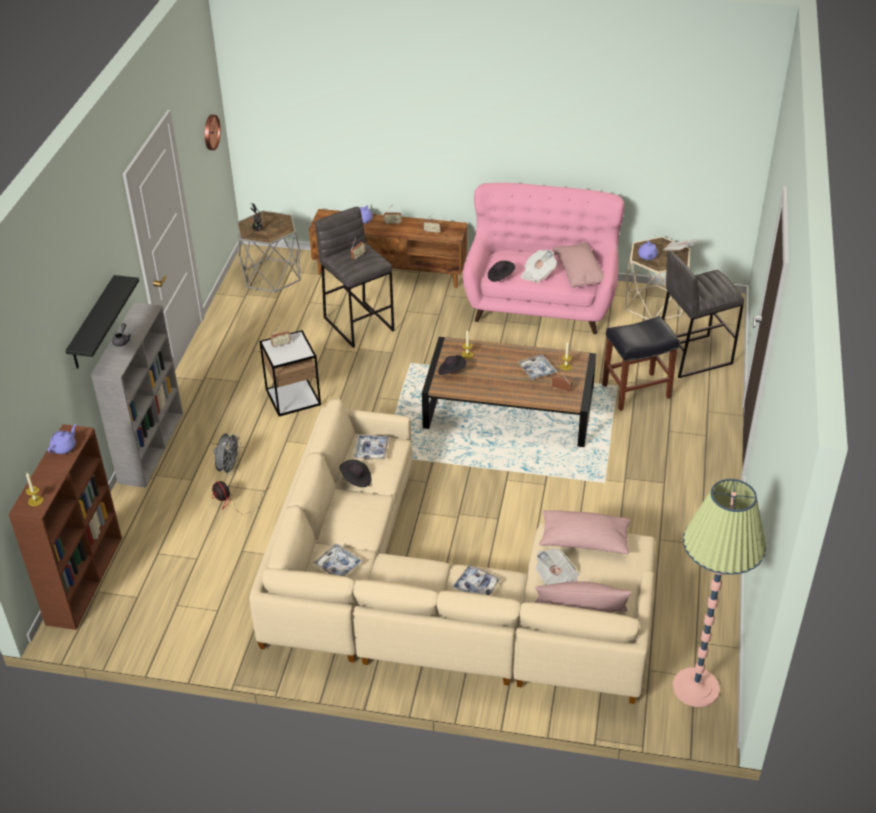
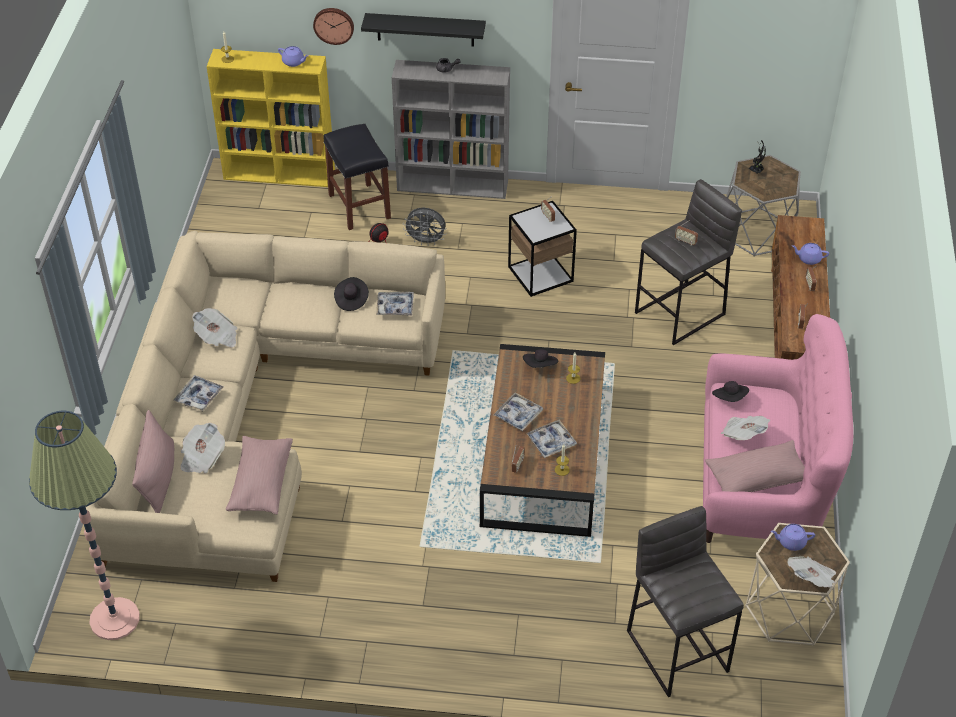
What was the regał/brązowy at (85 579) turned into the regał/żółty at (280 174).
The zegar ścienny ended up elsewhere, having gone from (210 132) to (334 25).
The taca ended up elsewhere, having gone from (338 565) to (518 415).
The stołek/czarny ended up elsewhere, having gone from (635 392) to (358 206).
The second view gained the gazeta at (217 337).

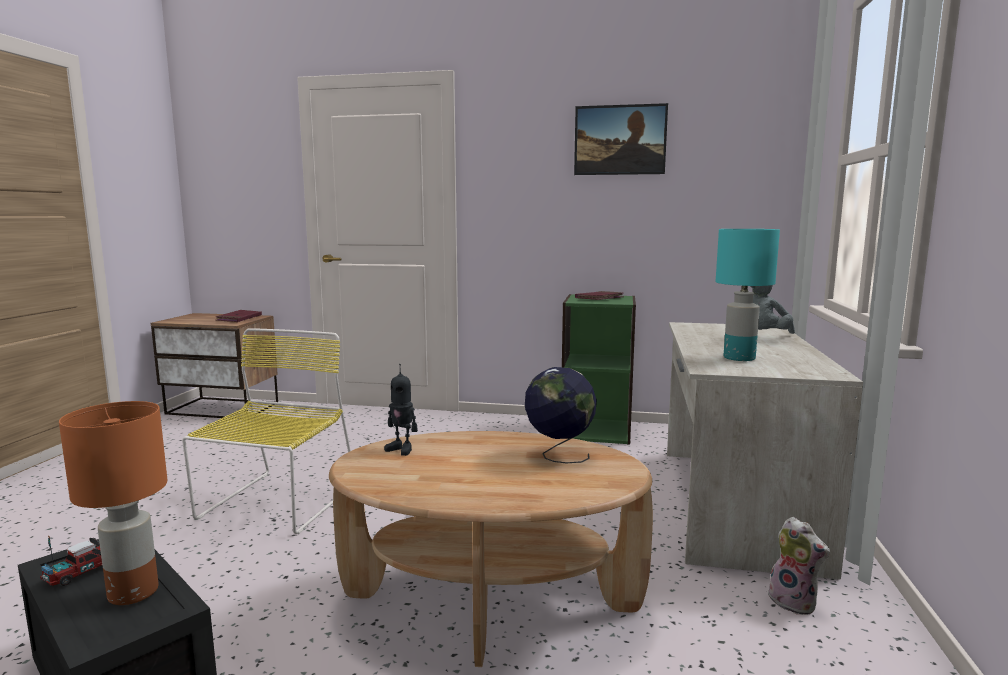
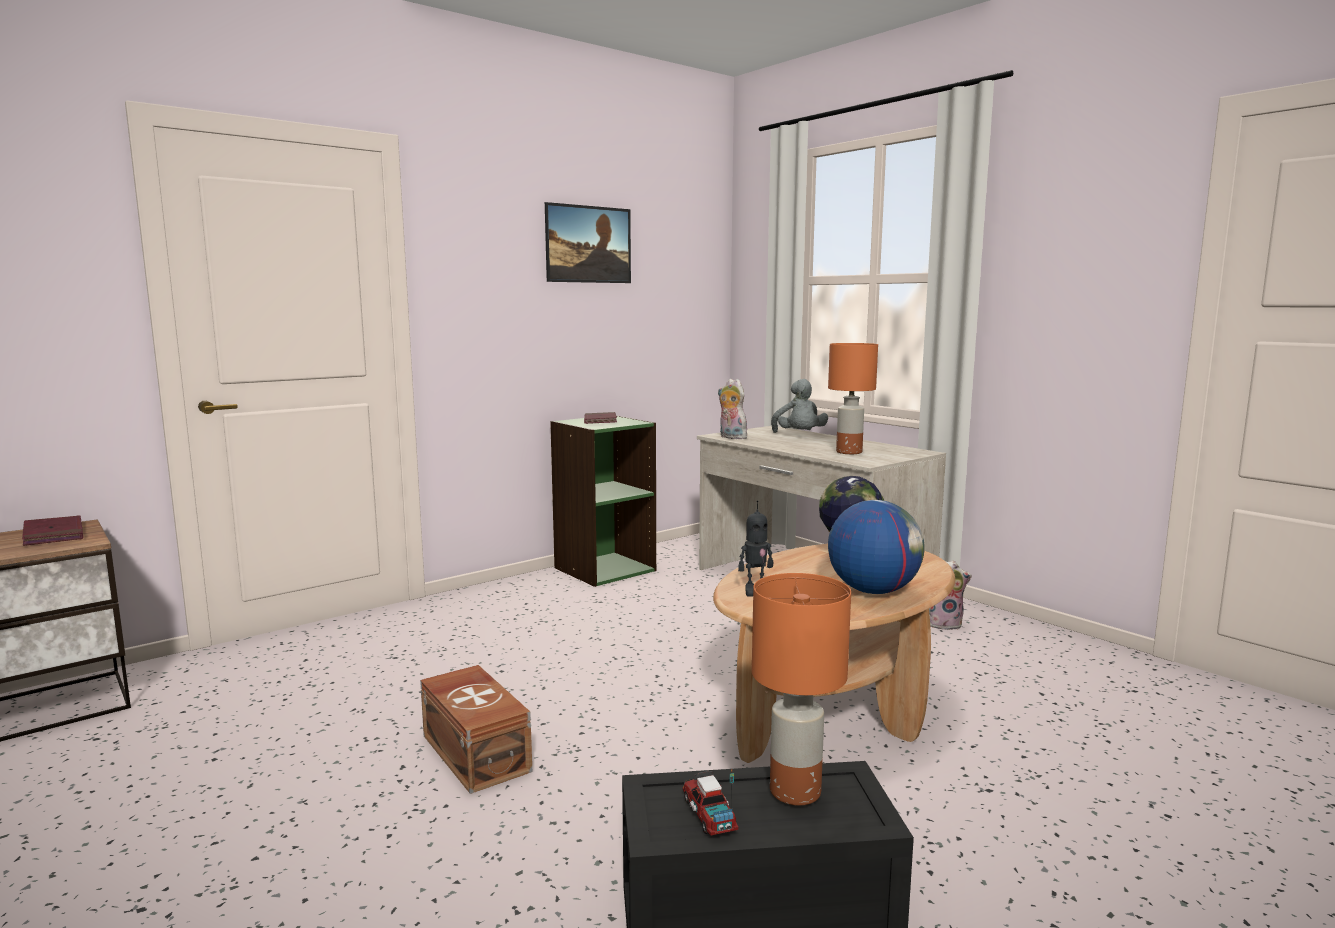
Where the krzesło/żółty stood at (276 503), the pojemnik do przechowywania/brązowy came to stand at (477 751).
What was the lampa stołowa/turkusowy at (739 358) turned into the lampa stołowa/pomarańczowy at (848 452).
The second view gained the pluszak at (731 437).
The second view gained the globus at (873 591).

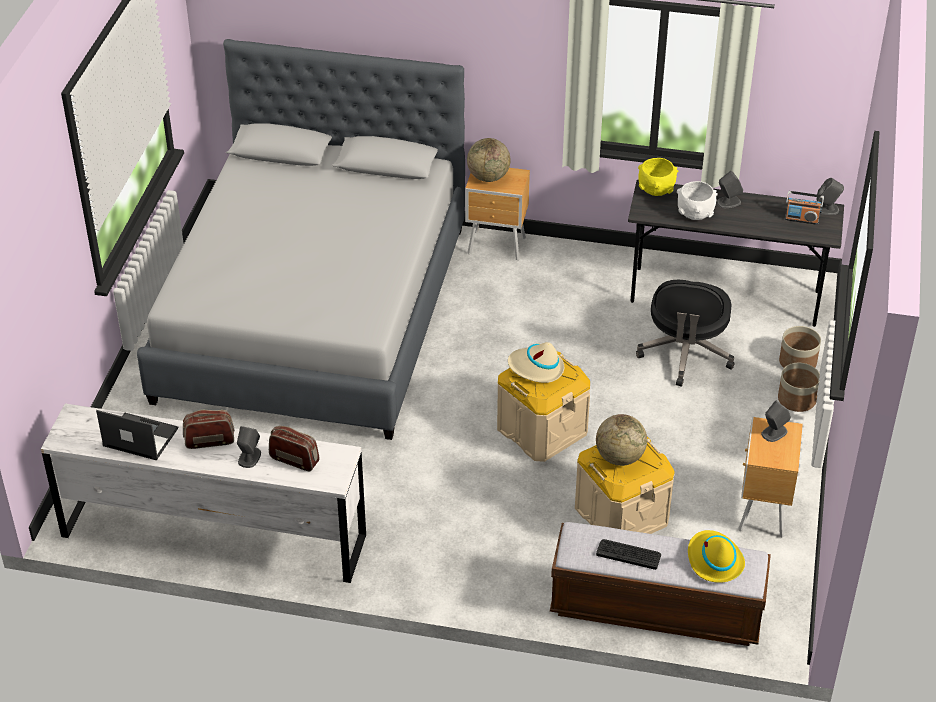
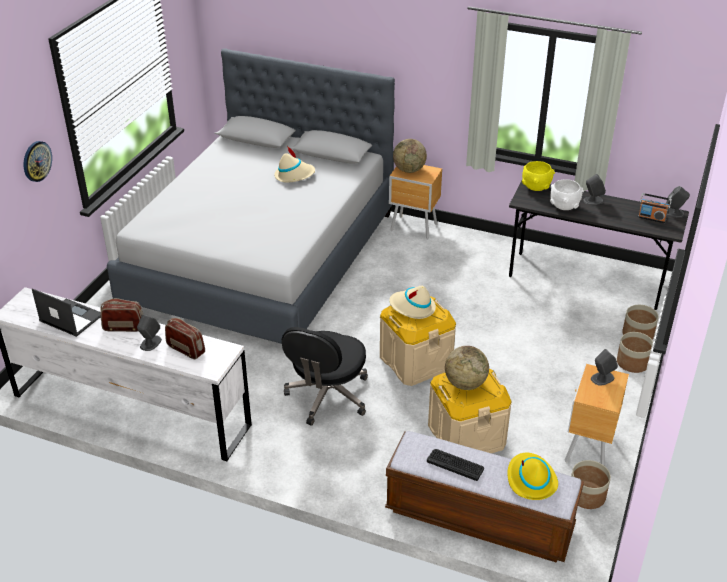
The krzesło biurowe/czarny ended up elsewhere, having gone from (685 354) to (327 397).
The second view gained the zegar ścienny at (36 161).
The second view gained the kapelusz/beżowy at (294 175).
The second view gained the donica at (587 496).

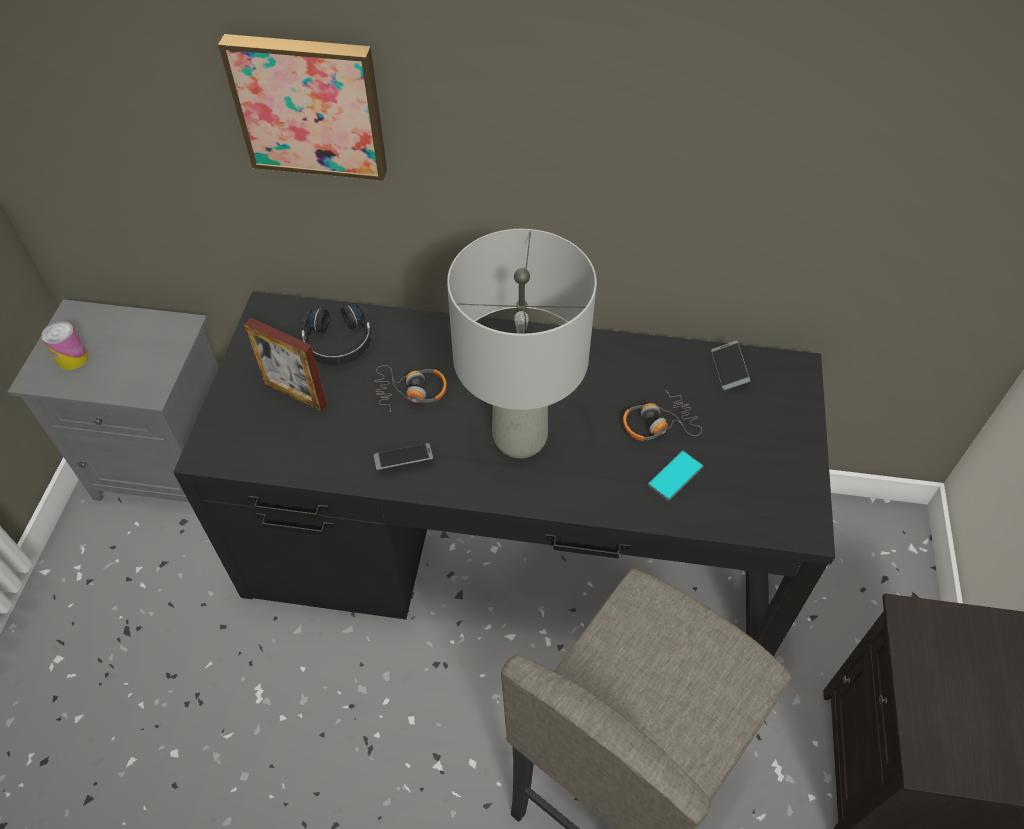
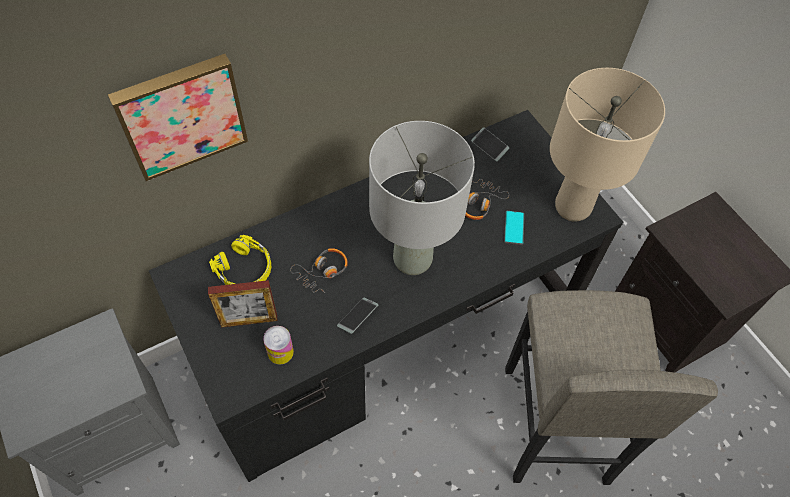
The puszka ended up elsewhere, having gone from (72 358) to (280 352).
What was the słuchawki/czarny at (338 343) turned into the słuchawki/żółty at (245 269).
The second view gained the lampa stołowa/beżowy at (572 207).

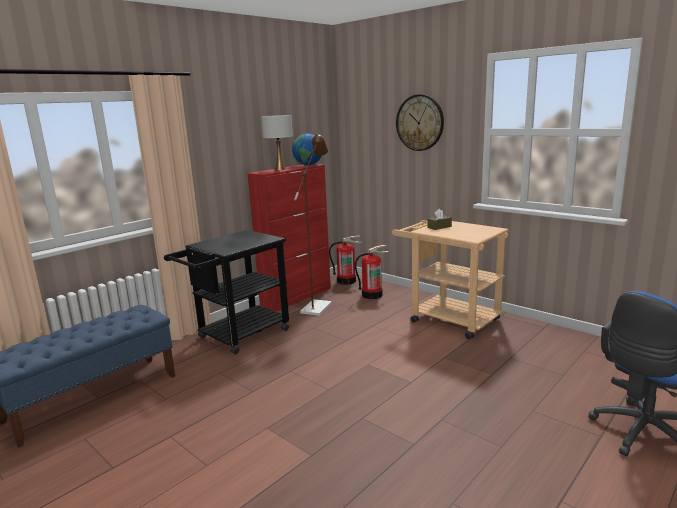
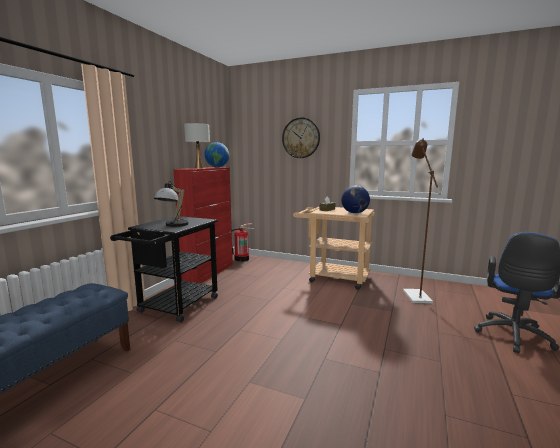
The lampa stojąca/brązowy ended up elsewhere, having gone from (318 306) to (414 294).
The second view lost the gaśnica at (372 295).
The second view gained the lampa stołowa at (173 226).
The second view gained the globus at (354 213).

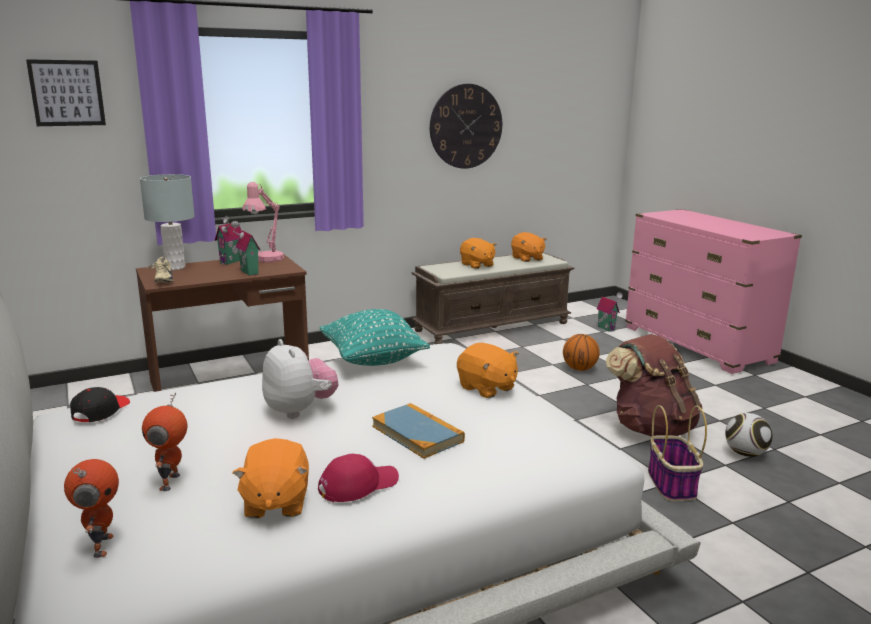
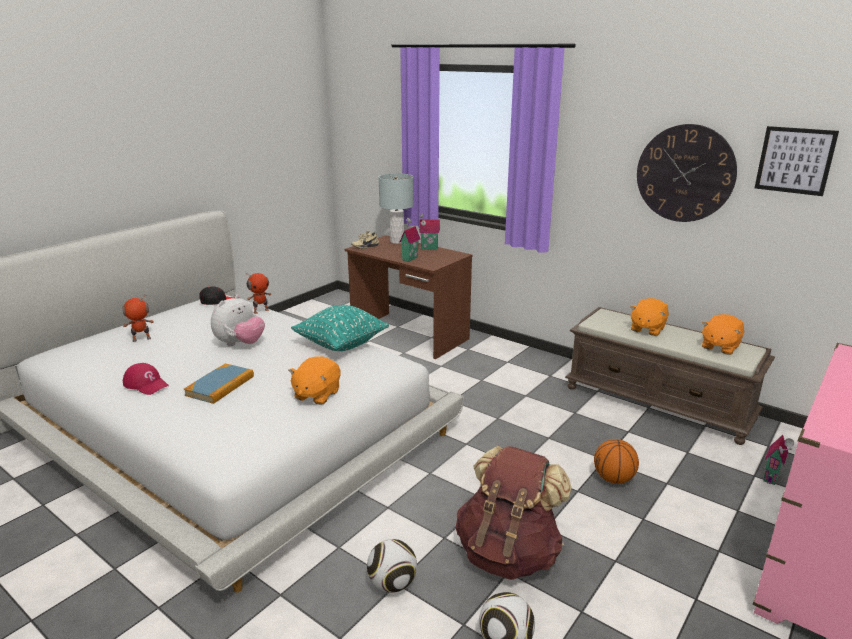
The obraz ended up elsewhere, having gone from (67 93) to (795 160).
The robot zabawkowy ended up elsewhere, having gone from (101 546) to (261 311).
The second view lost the pluszak/pomarańczowy at (275 503).
The second view lost the lampa stołowa/różowy at (266 260).
Where the koszyk stood at (672 484), the piłka futbolowa came to stand at (392 584).

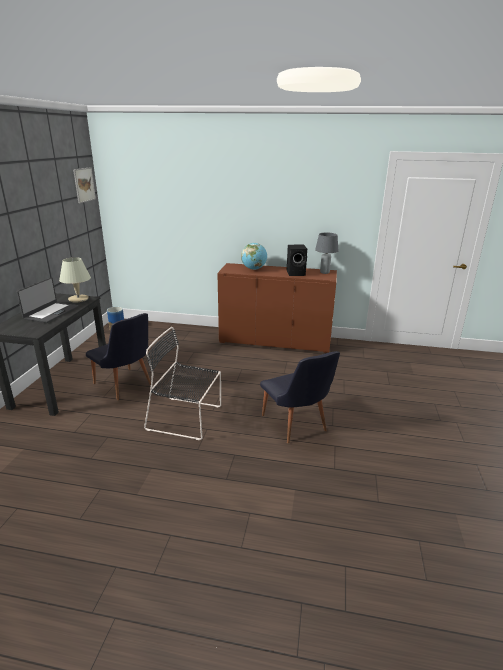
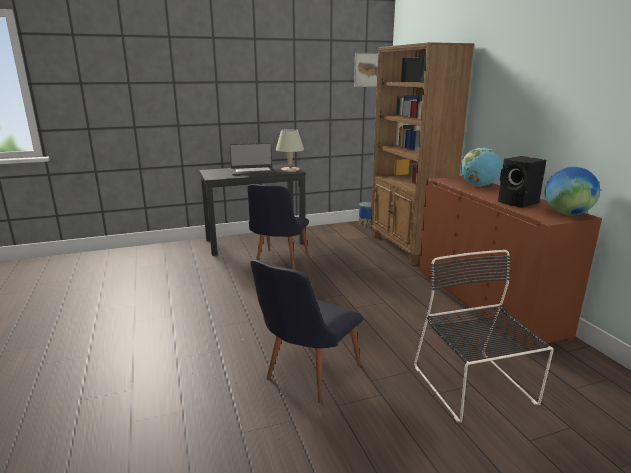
The krzesło/czarny ended up elsewhere, having gone from (187 418) to (475 387).
Where the lampa stołowa/szary stood at (325 272), the globus came to stand at (567 214).
The second view gained the regał/brązowy at (407 248).

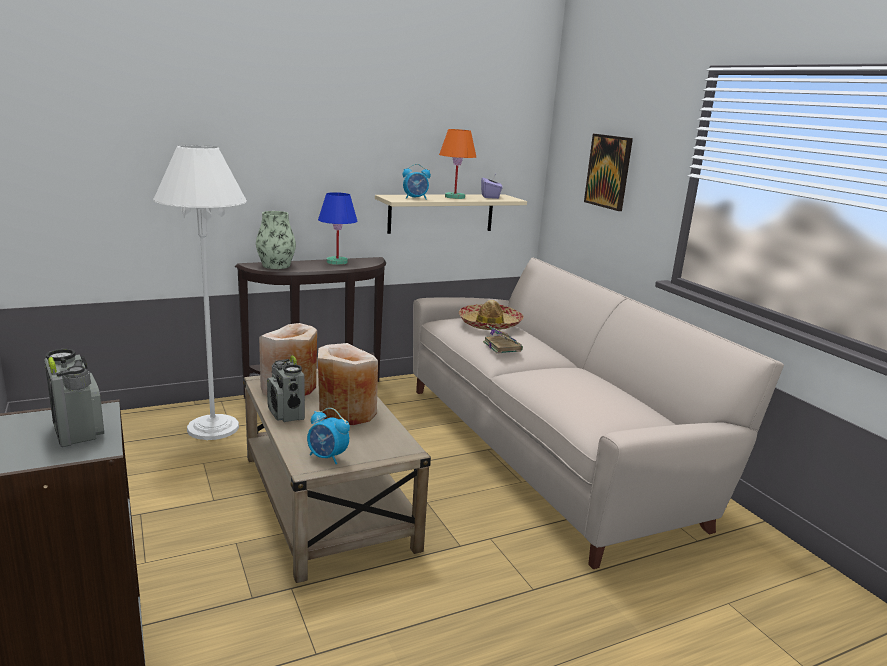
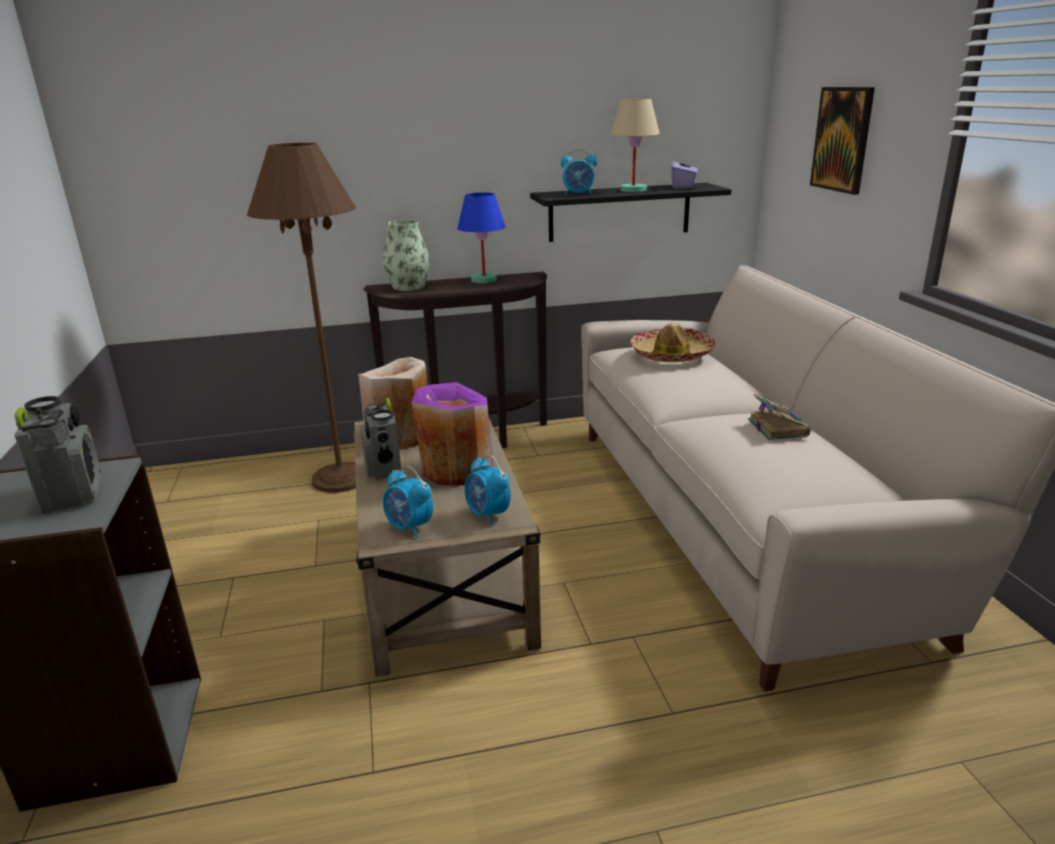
What was the lampa stojąca/biały at (213 428) turned into the lampa stojąca/brązowy at (341 478).
What was the wazon/beżowy at (347 412) turned into the wazon/fioletowy at (456 468).
What was the półka/beżowy at (441 213) turned into the półka/czarny at (619 212).
What was the lampa stołowa/pomarańczowy at (454 197) turned into the lampa stołowa/beżowy at (632 190).
The książka ended up elsewhere, having gone from (501 346) to (777 427).
The second view gained the budzik at (488 514).

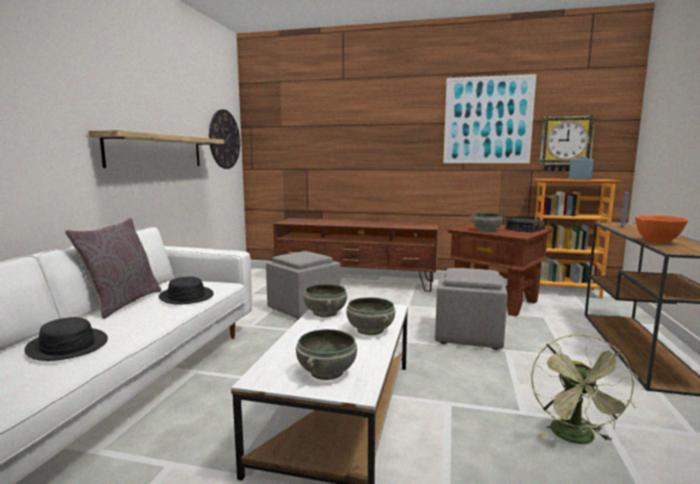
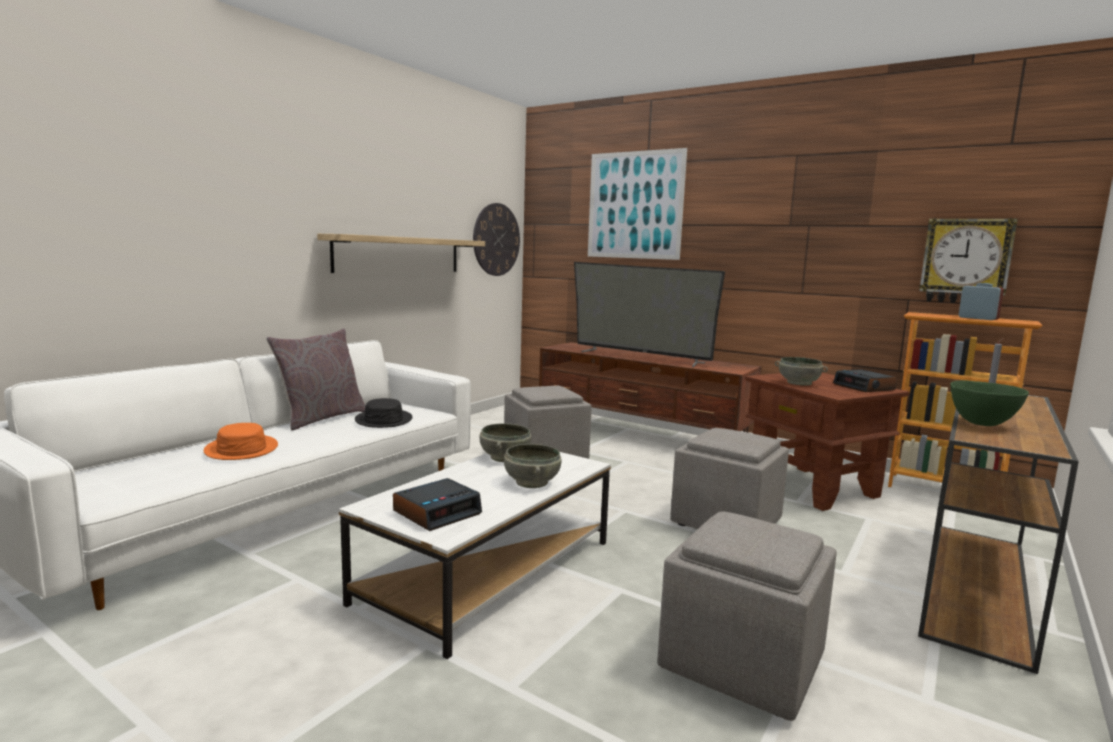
What was the kapelusz/czarny at (67 346) turned into the kapelusz/pomarańczowy at (241 449).
Where the miska/szary stood at (326 371), the budzik came to stand at (437 512).
The obraz ended up elsewhere, having gone from (487 120) to (634 205).
Where the wentylator/zielony stood at (576 438), the pufa/szary came to stand at (744 662).
What was the miska/pomarańczowy at (657 242) turned into the miska/zielony at (981 424).
The second view gained the telewizor at (640 357).

